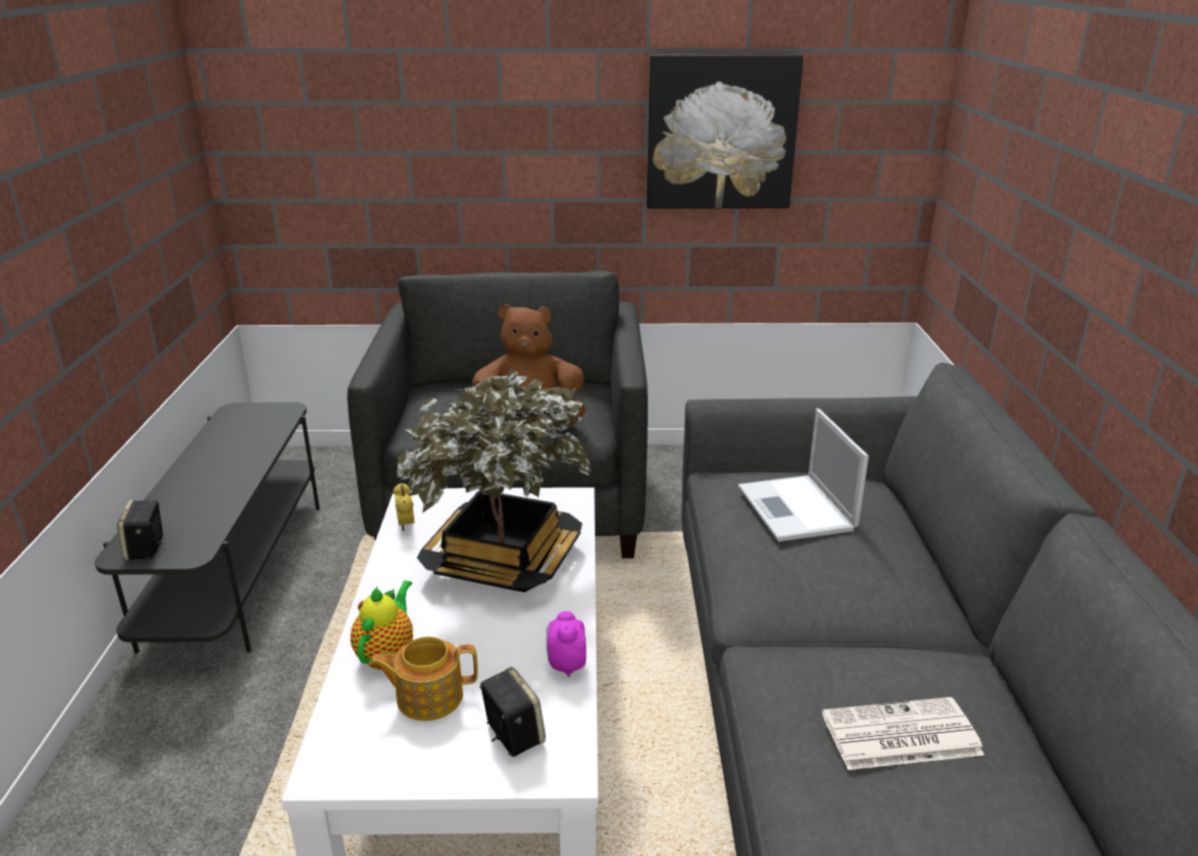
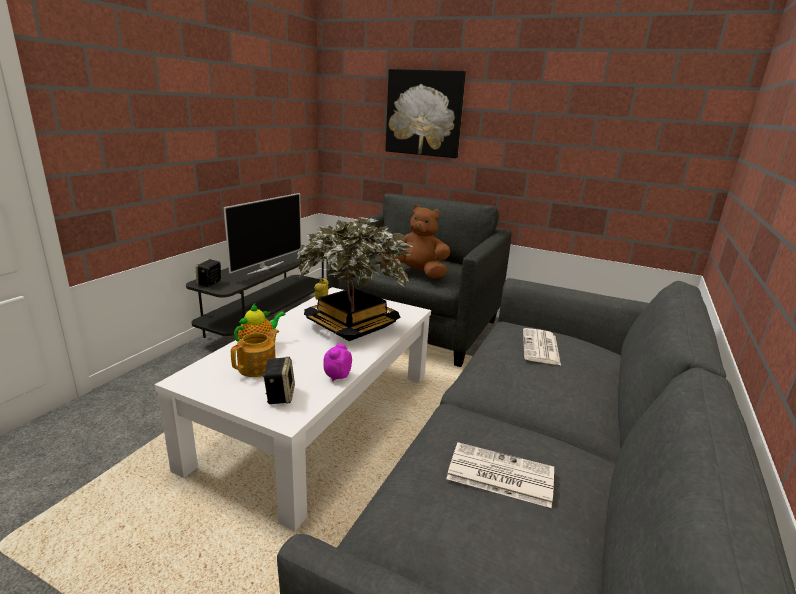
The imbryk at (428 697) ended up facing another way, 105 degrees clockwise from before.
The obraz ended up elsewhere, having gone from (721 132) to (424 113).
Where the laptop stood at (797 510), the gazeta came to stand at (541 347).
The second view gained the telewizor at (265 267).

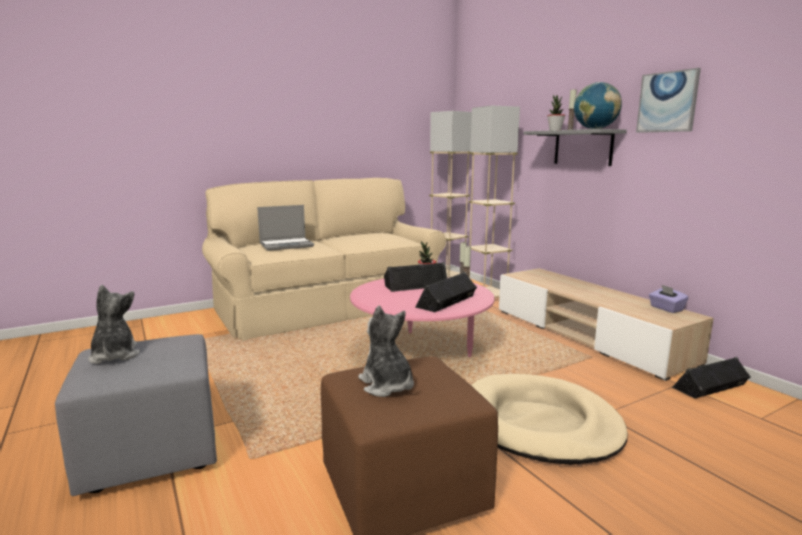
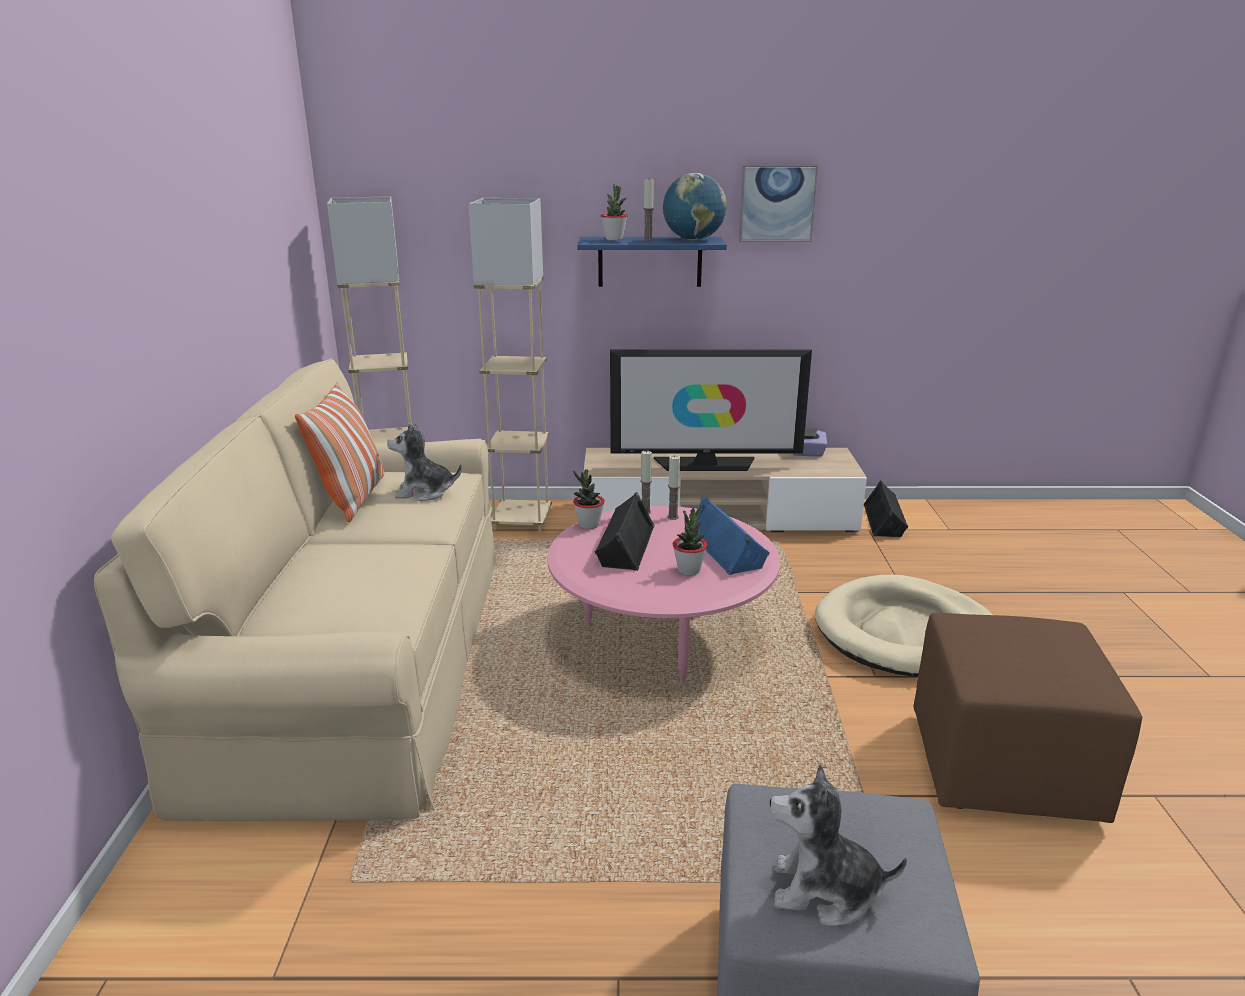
The second view lost the laptop at (287 245).
The pluszak ended up elsewhere, having gone from (387 385) to (424 492).
What was the głośnik/czarny at (447 302) turned into the głośnik/niebieski at (727 548).
What was the półka/szary at (583 147) turned into the półka/niebieski at (650 261).
The second view gained the poduszka at (353 499).
The second view gained the telewizor at (705 464).
The second view gained the roślina doniczkowa at (689 570).

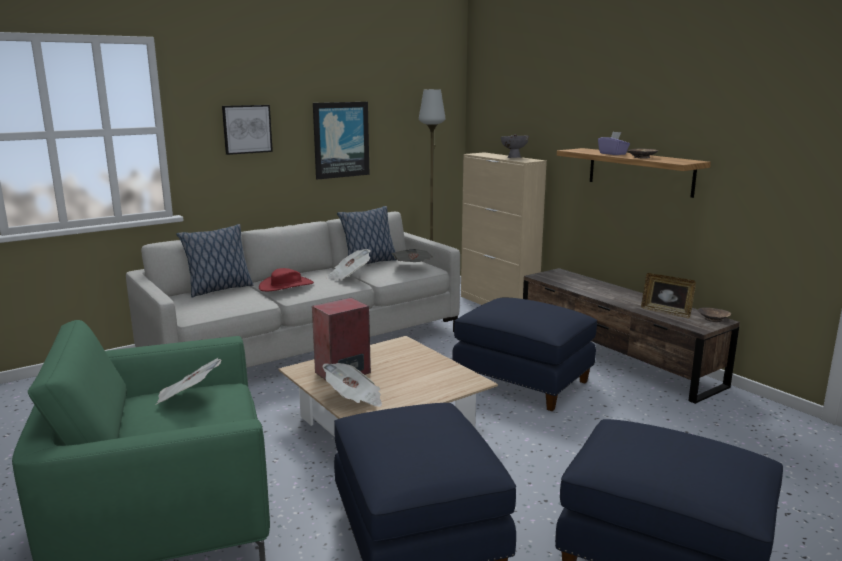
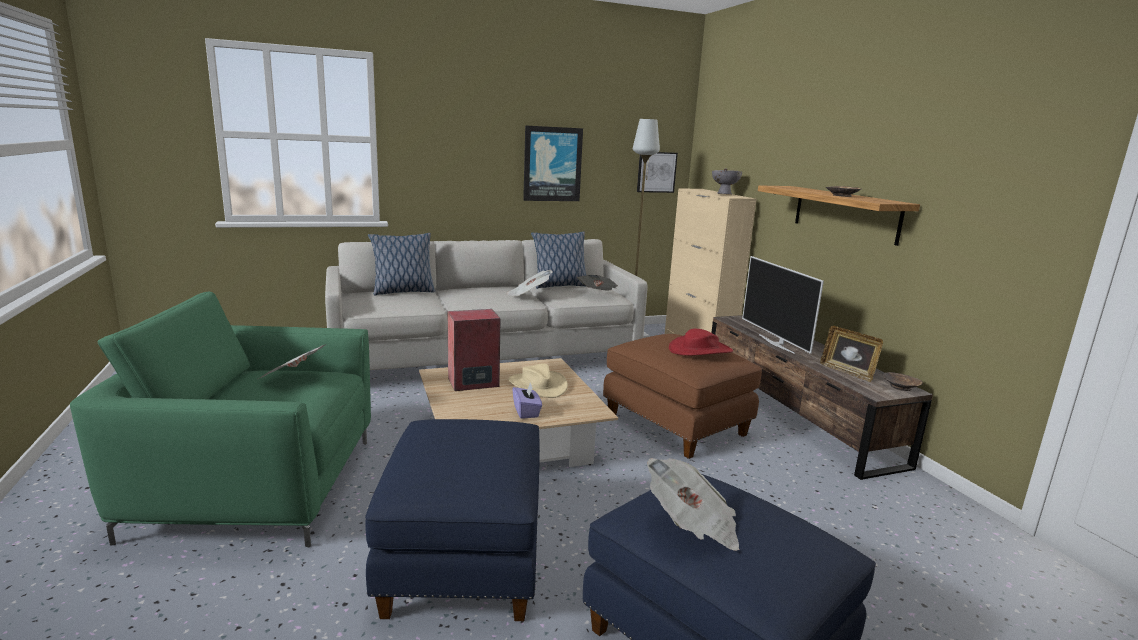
The obraz ended up elsewhere, having gone from (247 129) to (656 172).
The kapelusz/czerwony ended up elsewhere, having gone from (286 286) to (700 350).
The gazeta ended up elsewhere, having gone from (354 399) to (692 525).
What was the pufa/niebieski at (523 381) turned into the pufa/brązowy at (677 424).
The pudełko chusteczek/fioletowy ended up elsewhere, having gone from (613 154) to (526 412).
The second view gained the kapelusz/beżowy at (537 385).
The second view gained the telewizor at (776 343).

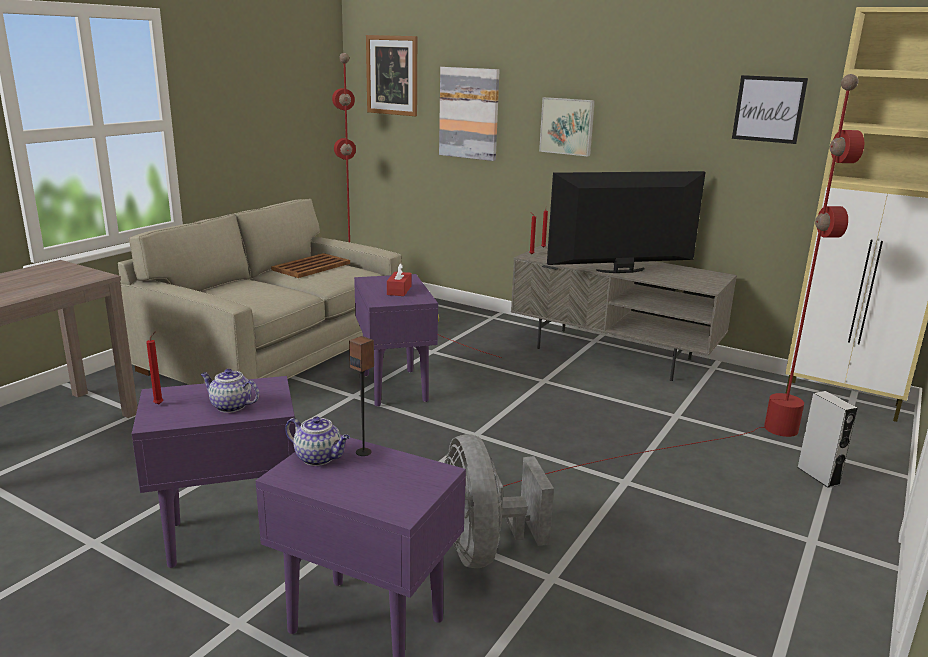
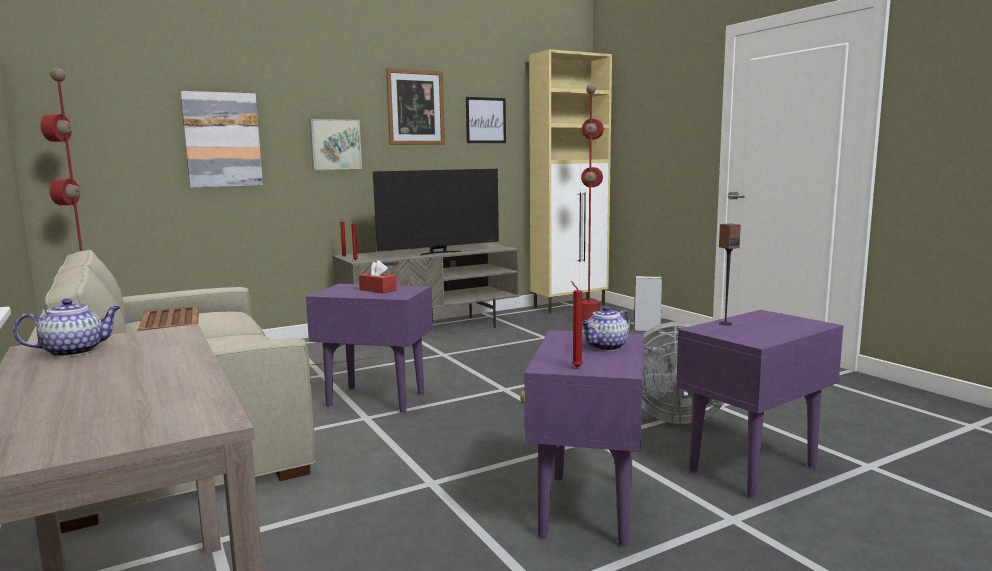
The imbryk ended up elsewhere, having gone from (319 458) to (74 351).
The obraz ended up elsewhere, having gone from (392 75) to (415 107).
The telewizor at (621 271) ended up facing another way, 135 degrees counterclockwise from before.

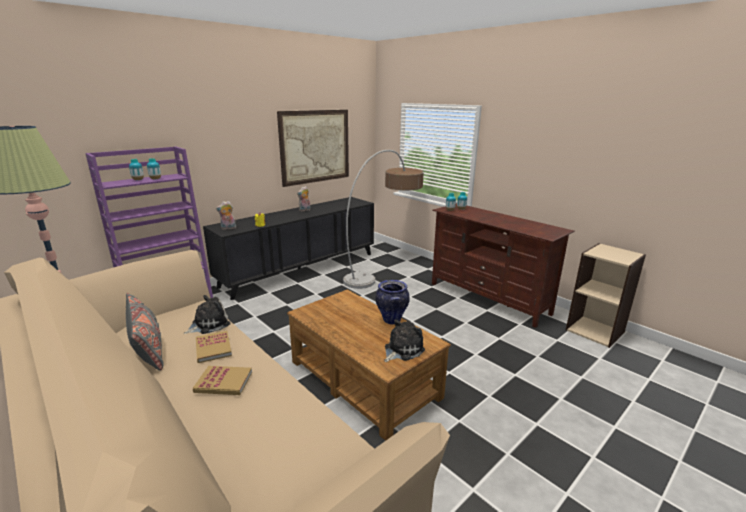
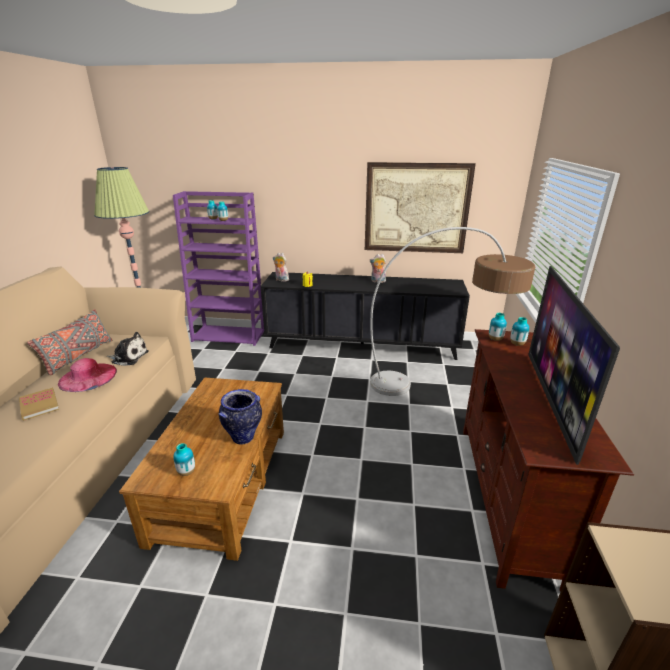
Where the książka stood at (213 348), the kapelusz/różowy came to stand at (88 377).
Where the pluszak stood at (402 350), the wazon came to stand at (186 472).
The second view gained the telewizor at (552 400).

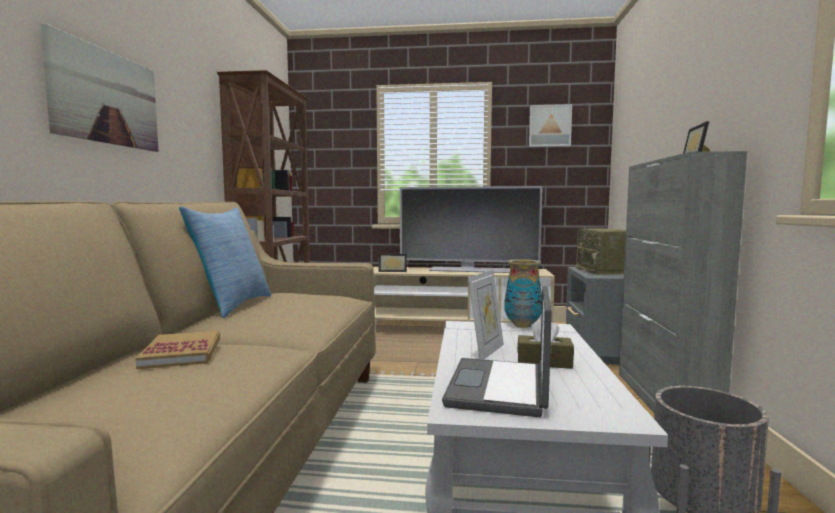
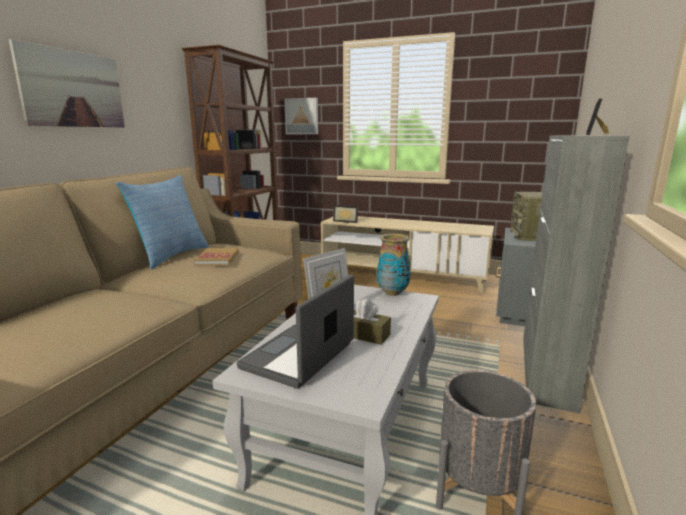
The książka ended up elsewhere, having gone from (182 353) to (218 259).
The second view lost the telewizor at (469 270).
The obraz ended up elsewhere, having gone from (549 126) to (302 116).

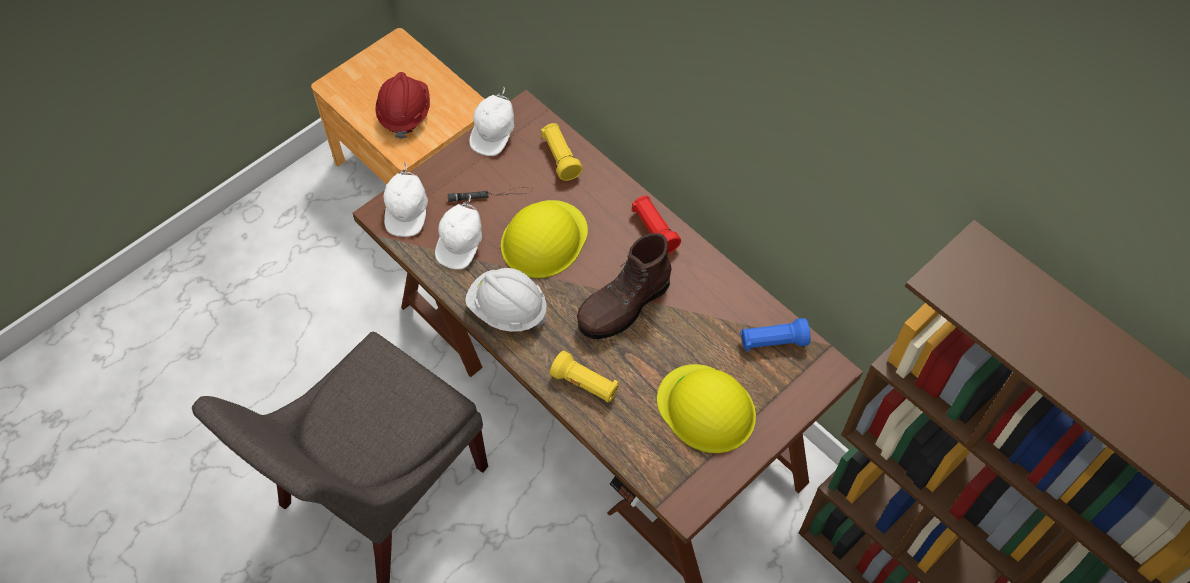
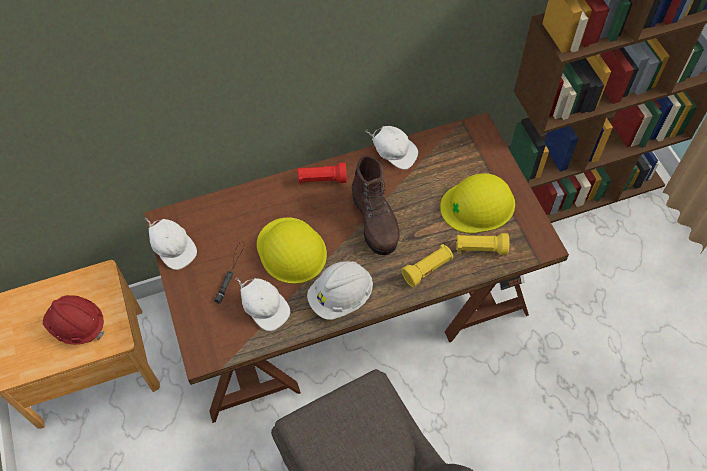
The czapka z daszkiem/biały ended up elsewhere, having gone from (408 212) to (394 153).
The latarka/żółty ended up elsewhere, having gone from (560 157) to (480 248).
The second view lost the latarka/niebieski at (772 342).

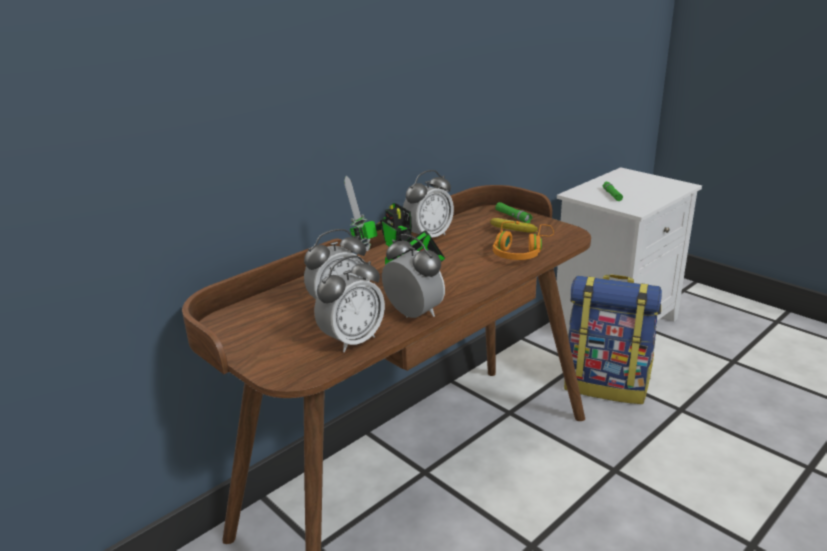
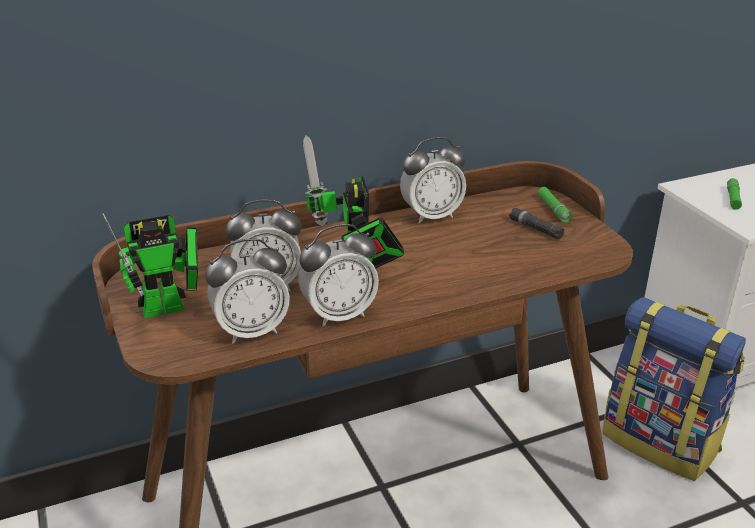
The budzik at (414 314) ended up facing another way, 90 degrees clockwise from before.
Where the banan stood at (511 231), the latarka/czarny came to stand at (535 229).
The second view lost the słuchawki/pomarańczowy at (521 252).
The second view gained the robot zabawkowy at (170 307).

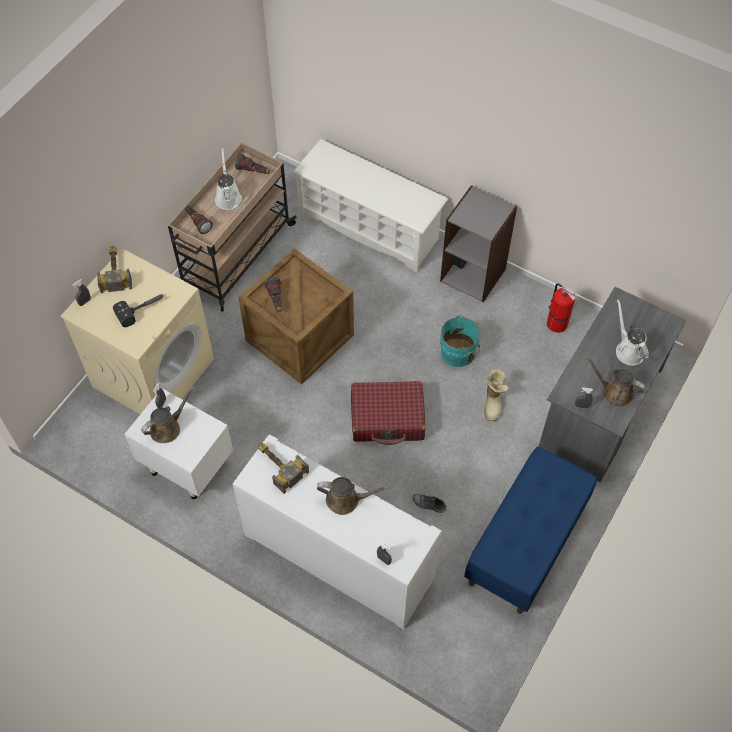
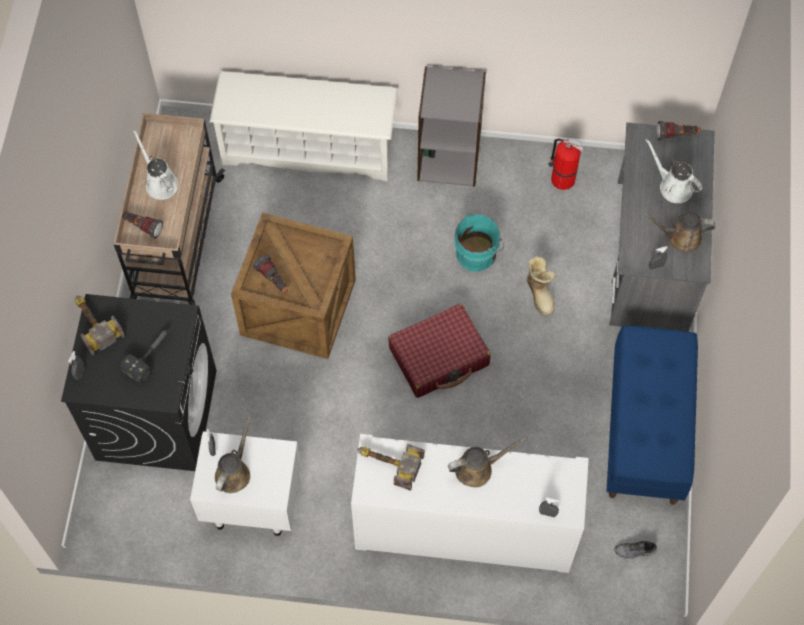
What was the pralka/beżowy at (153 372) turned into the pralka/czarny at (156 414).
The latarka ended up elsewhere, having gone from (254 172) to (676 135).
The but/szary ended up elsewhere, having gone from (428 505) to (635 551).

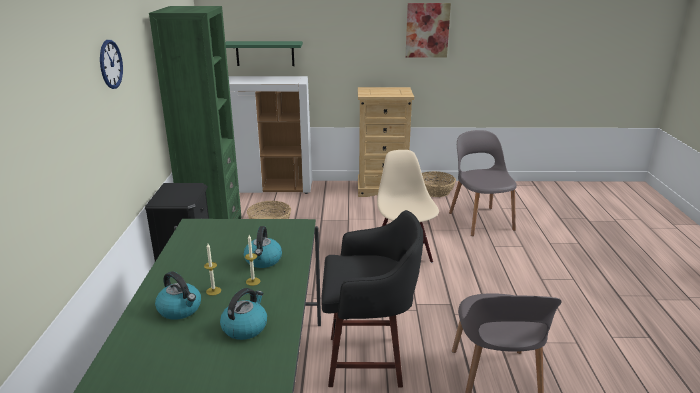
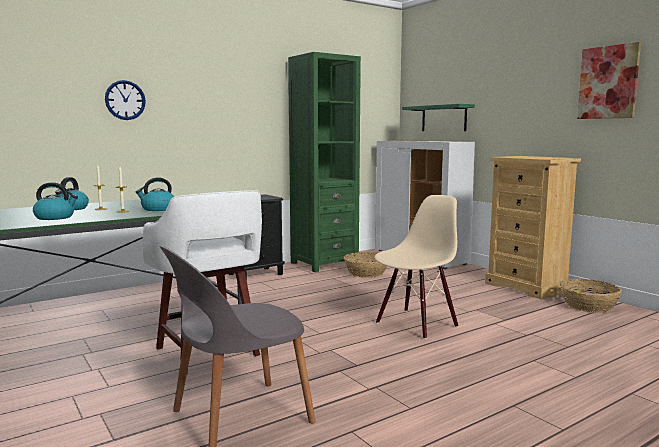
The zegar ścienny ended up elsewhere, having gone from (110 64) to (125 100).
What was the stołek/czarny at (368 361) turned into the stołek/biały at (209 353).
The second view lost the krzesło/szary at (480 220).

